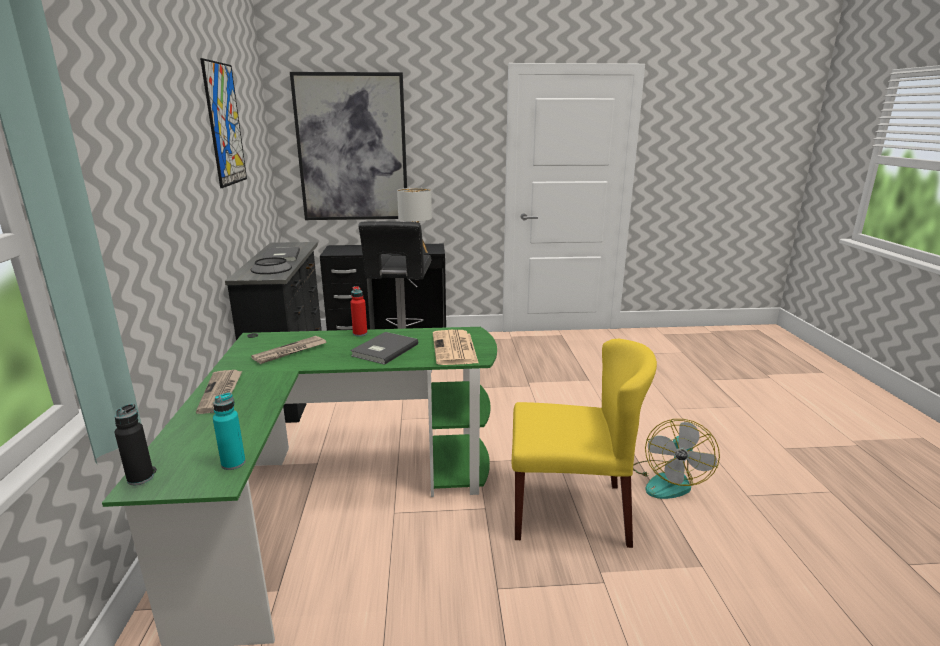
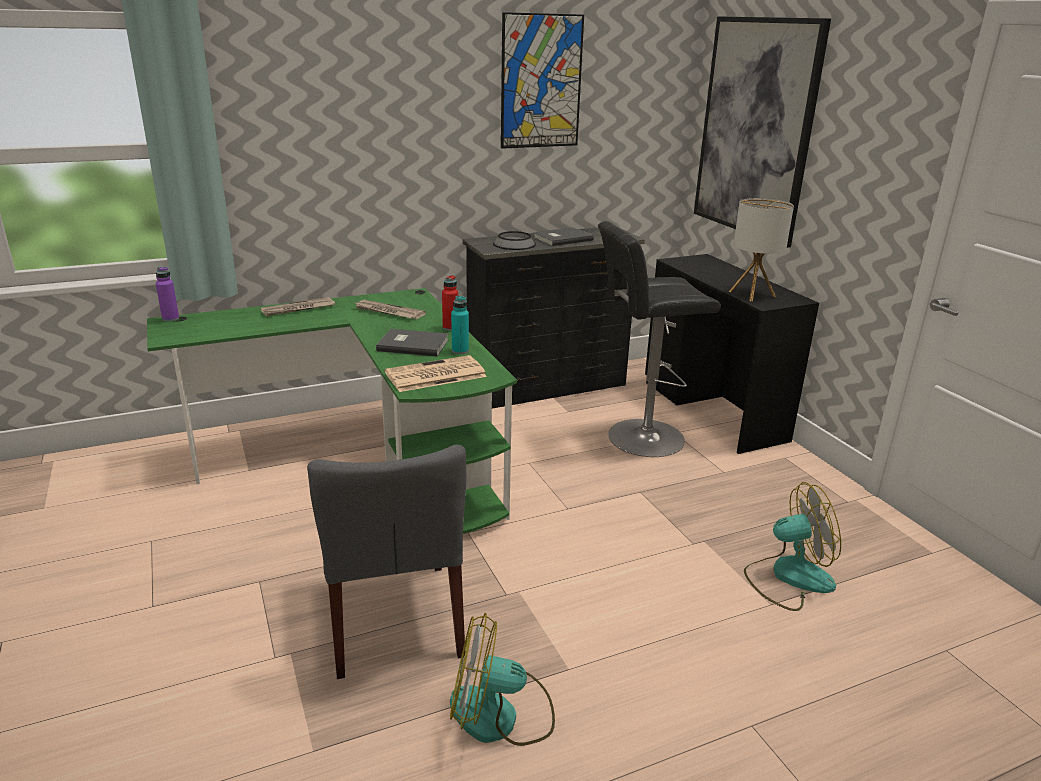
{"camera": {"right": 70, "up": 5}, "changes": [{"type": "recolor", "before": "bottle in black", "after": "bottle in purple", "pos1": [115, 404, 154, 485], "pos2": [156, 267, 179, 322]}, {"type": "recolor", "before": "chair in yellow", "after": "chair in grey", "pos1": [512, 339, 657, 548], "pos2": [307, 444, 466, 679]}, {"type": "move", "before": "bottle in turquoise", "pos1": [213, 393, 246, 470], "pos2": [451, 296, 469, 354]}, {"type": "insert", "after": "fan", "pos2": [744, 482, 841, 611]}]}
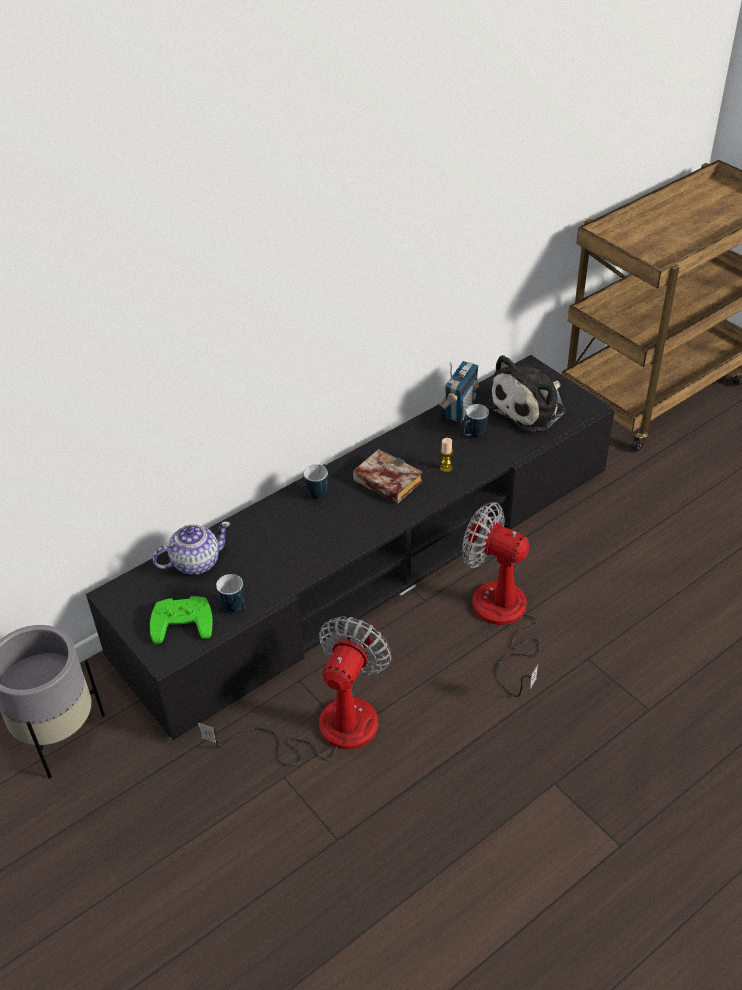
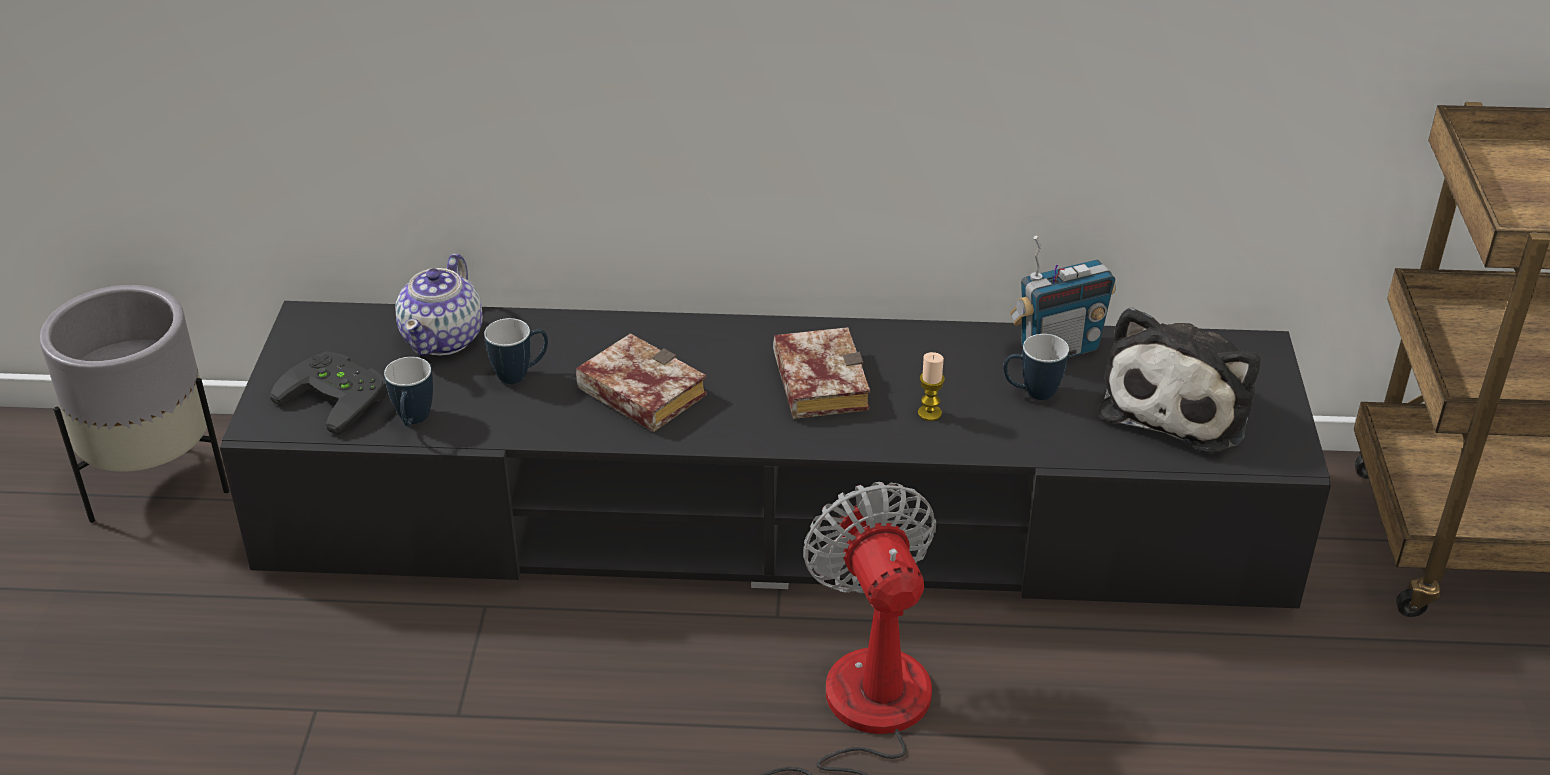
{"camera": {"right": 40, "up": -5}, "changes": [{"type": "recolor", "before": "game controller in green", "after": "game controller in black", "pos1": [150, 596, 212, 644], "pos2": [270, 351, 388, 435]}, {"type": "rotate", "before": "teapot", "pos1": [153, 521, 231, 575], "pos2": [395, 254, 483, 356], "turn": 90}, {"type": "move", "before": "mug", "pos1": [303, 464, 328, 499], "pos2": [484, 318, 548, 384]}, {"type": "insert", "after": "book", "pos2": [576, 333, 707, 432]}, {"type": "rotate", "before": "plush toy", "pos1": [486, 355, 565, 432], "pos2": [1099, 307, 1260, 453], "turn": -60}, {"type": "delete", "before": "fan", "pos1": [198, 616, 391, 766]}]}
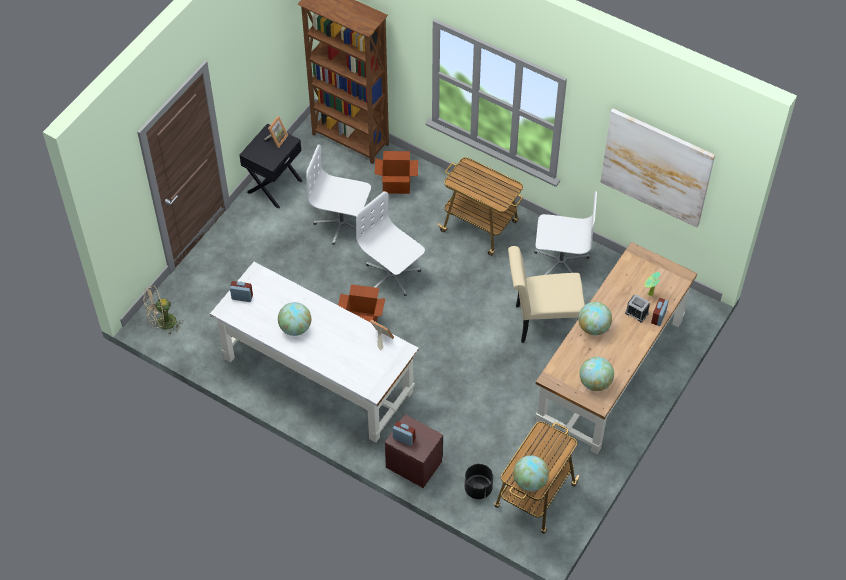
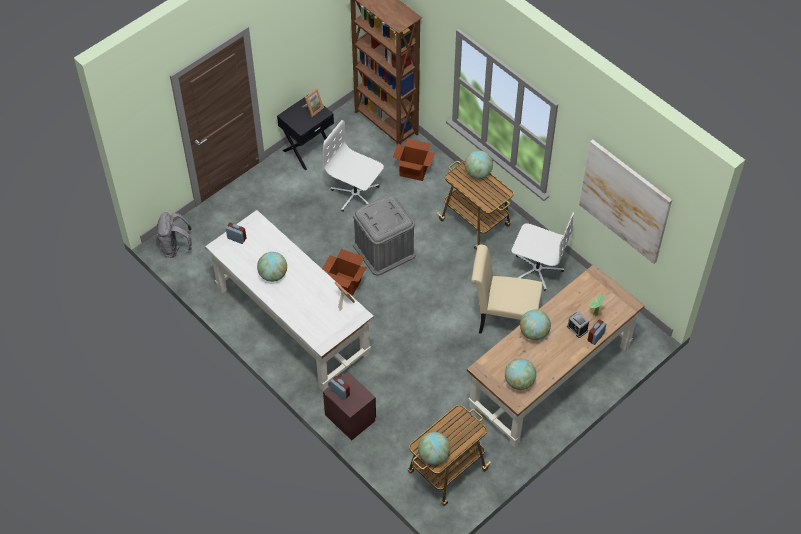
{"camera": {"right": 15, "up": 0}, "changes": [{"type": "replace", "before": "fan in beige", "after": "backpack in grey", "pos1": [143, 285, 182, 335], "pos2": [156, 212, 192, 258]}, {"type": "replace", "before": "office chair in white", "after": "storage box in grey", "pos1": [356, 191, 425, 296], "pos2": [353, 194, 416, 276]}, {"type": "insert", "after": "globe", "pos2": [465, 150, 493, 179]}, {"type": "delete", "before": "planter in black", "pos1": [465, 464, 493, 499]}]}
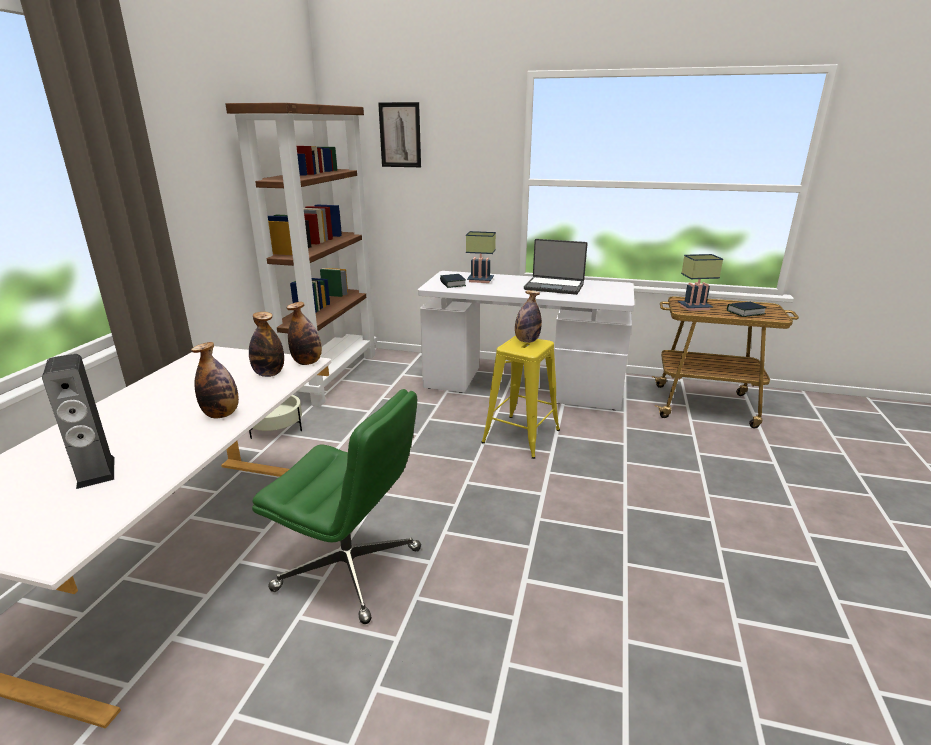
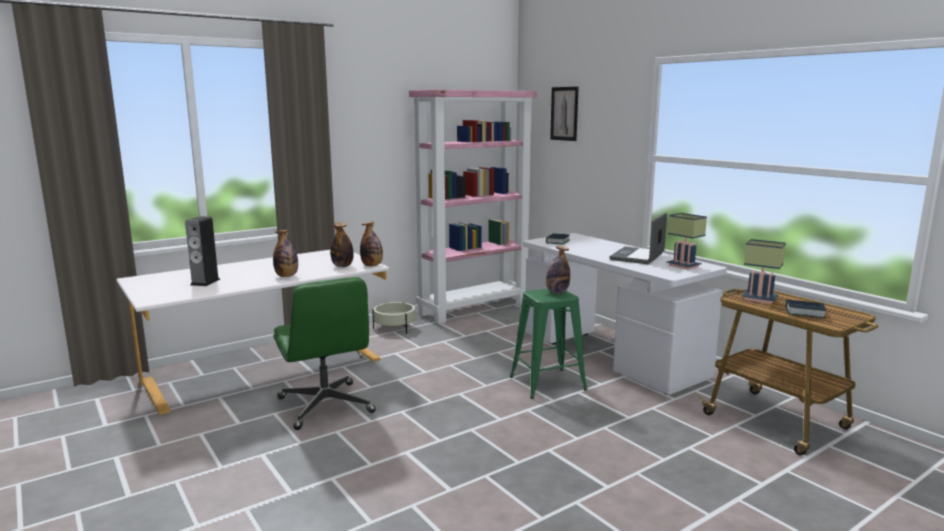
{"camera": {"right": 40, "up": -10}, "changes": [{"type": "recolor", "before": "bookcase in brown", "after": "bookcase in pink", "pos1": [226, 103, 377, 407], "pos2": [409, 90, 537, 324]}, {"type": "recolor", "before": "stool in yellow", "after": "stool in green", "pos1": [481, 336, 560, 459], "pos2": [510, 289, 588, 399]}, {"type": "rotate", "before": "laptop", "pos1": [524, 239, 588, 295], "pos2": [609, 213, 667, 264], "turn": 60}, {"type": "move", "before": "table lamp", "pos1": [466, 231, 496, 283], "pos2": [667, 213, 707, 270]}]}
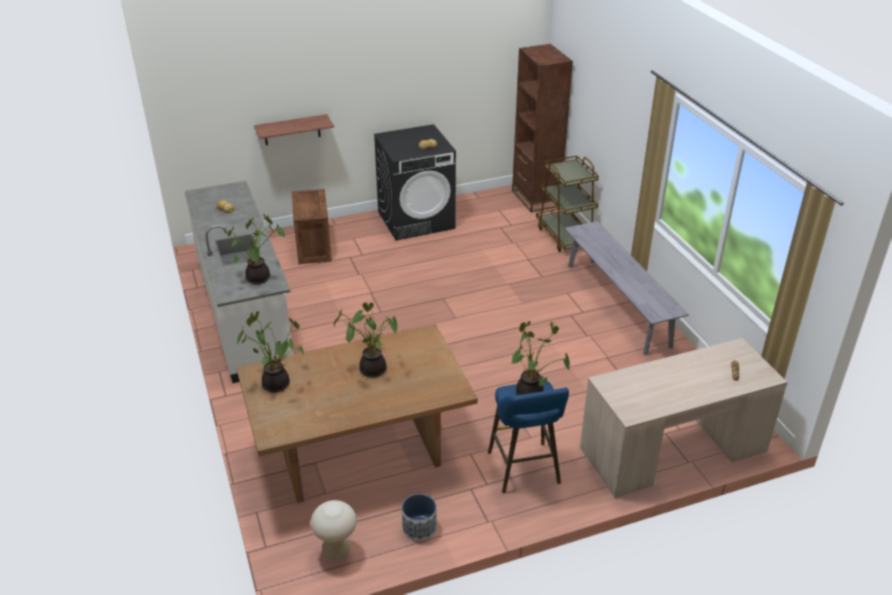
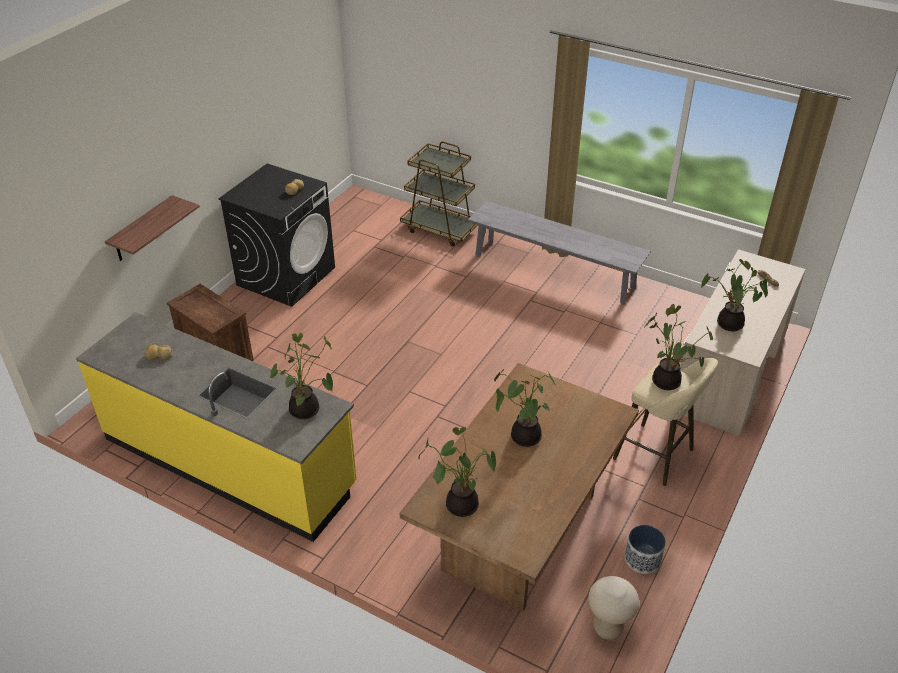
{"camera": {"right": -40, "up": 5}, "changes": [{"type": "recolor", "before": "counter in white", "after": "counter in yellow", "pos1": [185, 181, 293, 383], "pos2": [76, 312, 356, 542]}, {"type": "recolor", "before": "stool in blue", "after": "stool in beige", "pos1": [488, 381, 569, 493], "pos2": [613, 358, 718, 486]}, {"type": "insert", "after": "potted plant", "pos2": [700, 259, 768, 331]}, {"type": "delete", "before": "bookcase in brown", "pos1": [512, 44, 573, 213]}]}
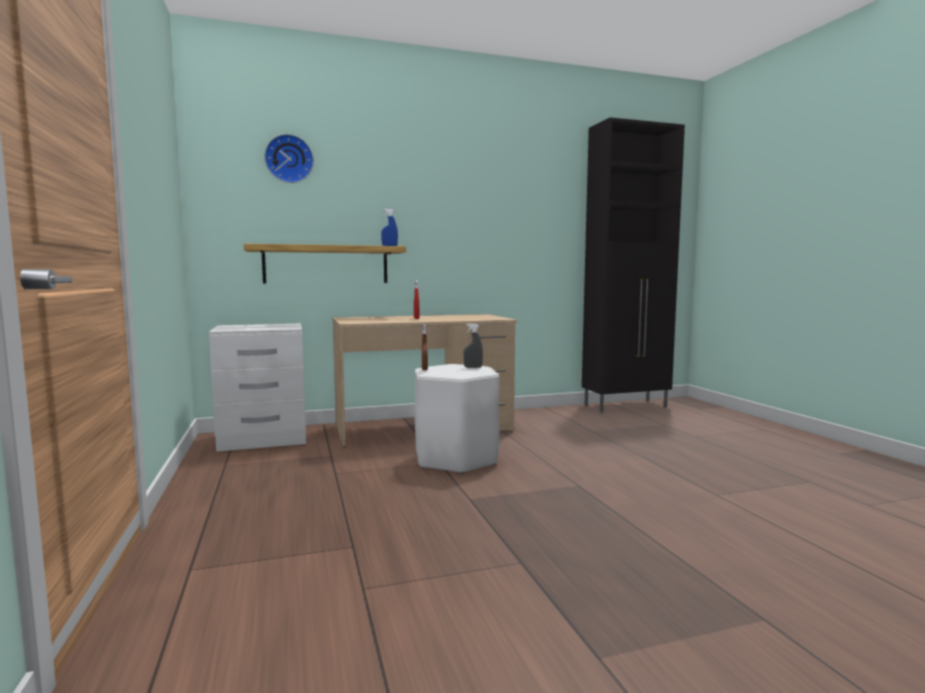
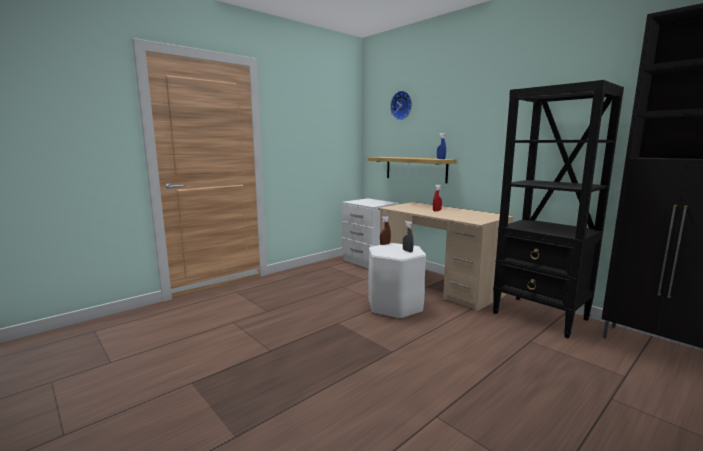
{"camera": {"right": 65, "up": 5}, "changes": [{"type": "insert", "after": "bookcase in black", "pos2": [493, 80, 624, 339]}]}
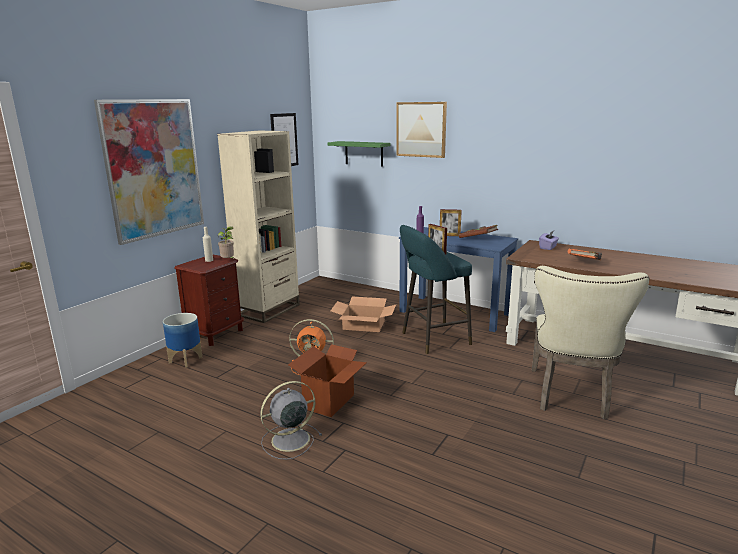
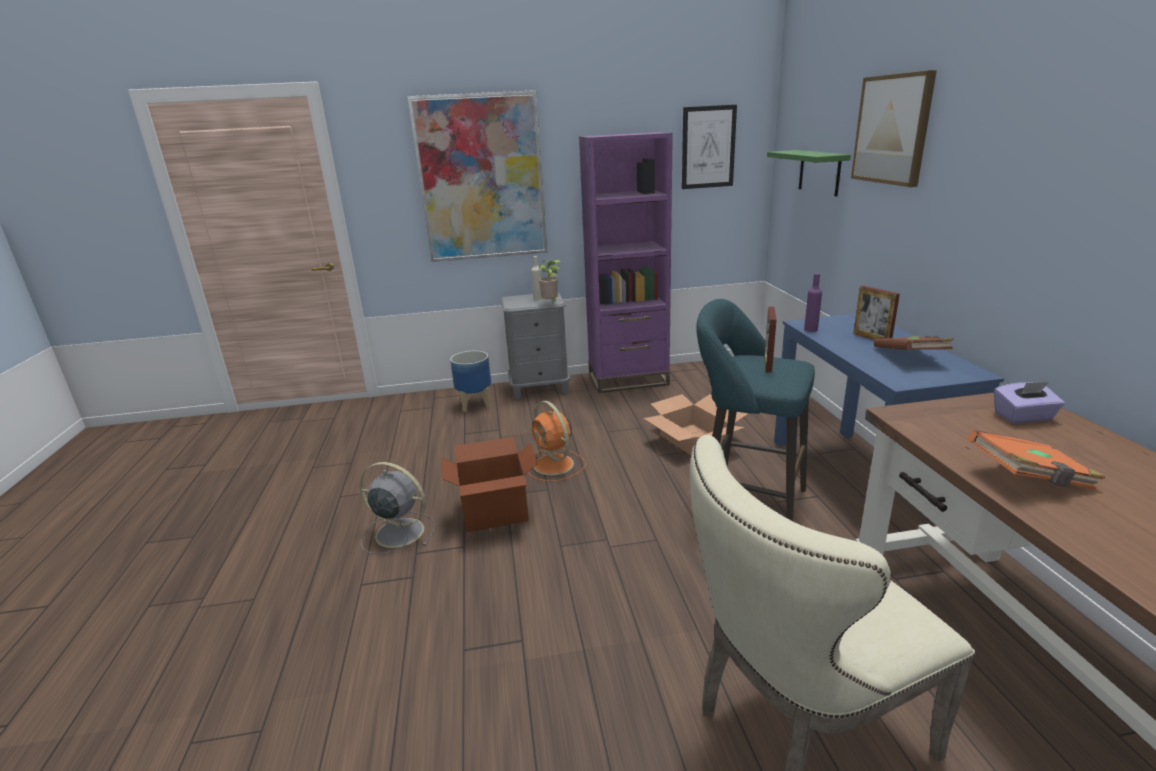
{"camera": {"right": 50, "up": 5}, "changes": [{"type": "recolor", "before": "nightstand in brown", "after": "nightstand in grey", "pos1": [174, 255, 244, 346], "pos2": [501, 293, 570, 399]}, {"type": "recolor", "before": "bookcase in beige", "after": "bookcase in purple", "pos1": [217, 131, 300, 323], "pos2": [579, 132, 673, 393]}]}
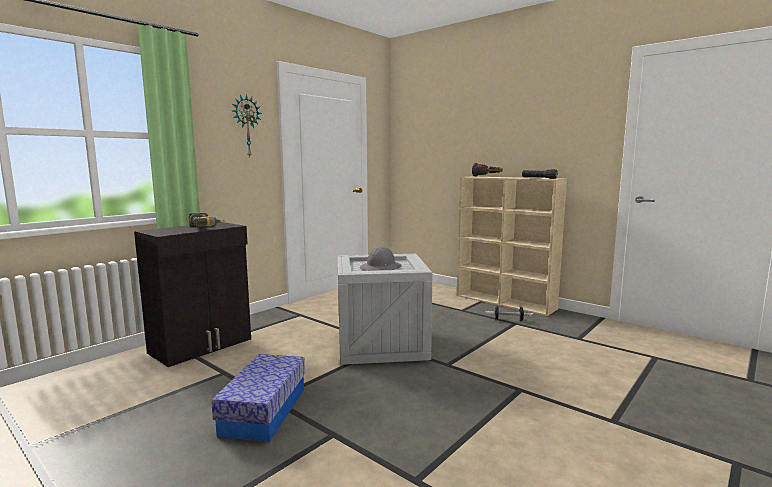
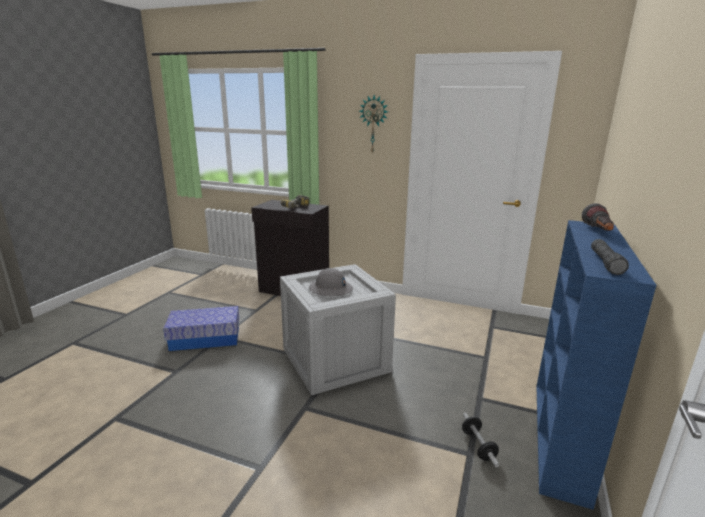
{"camera": {"right": 70, "up": 10}, "changes": [{"type": "recolor", "before": "bookcase in beige", "after": "bookcase in blue", "pos1": [457, 176, 567, 316], "pos2": [536, 220, 657, 510]}]}
